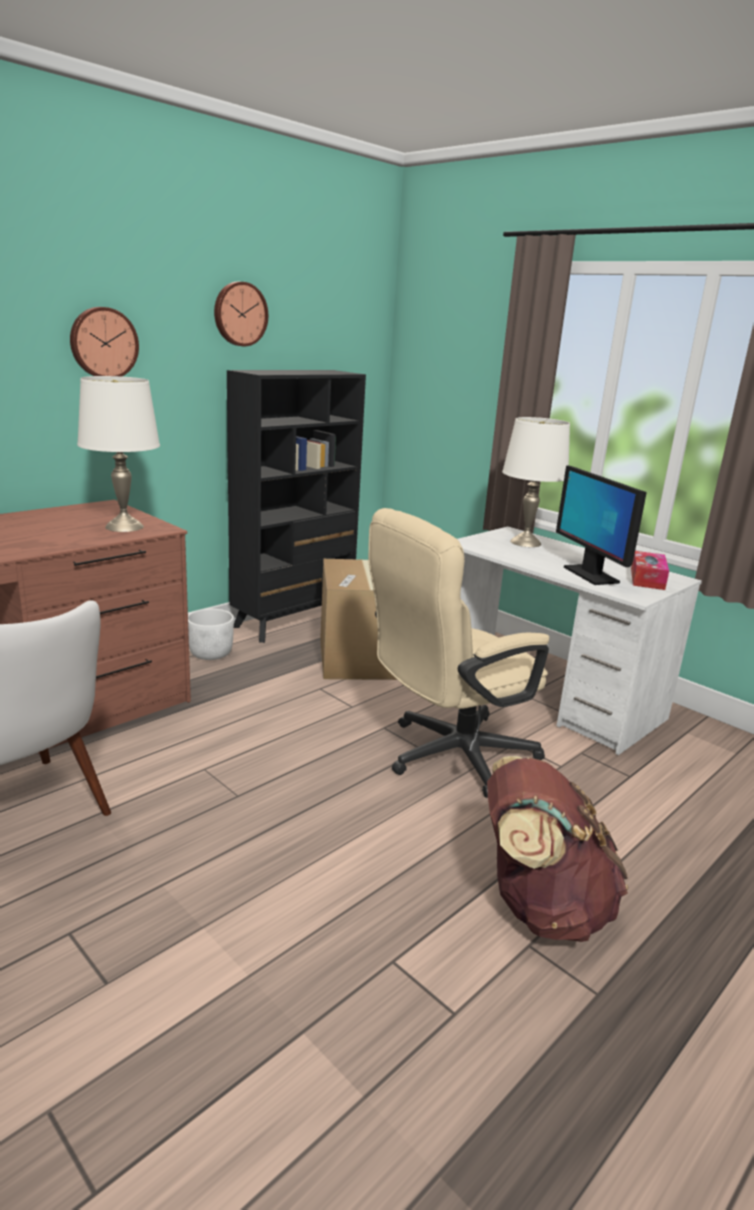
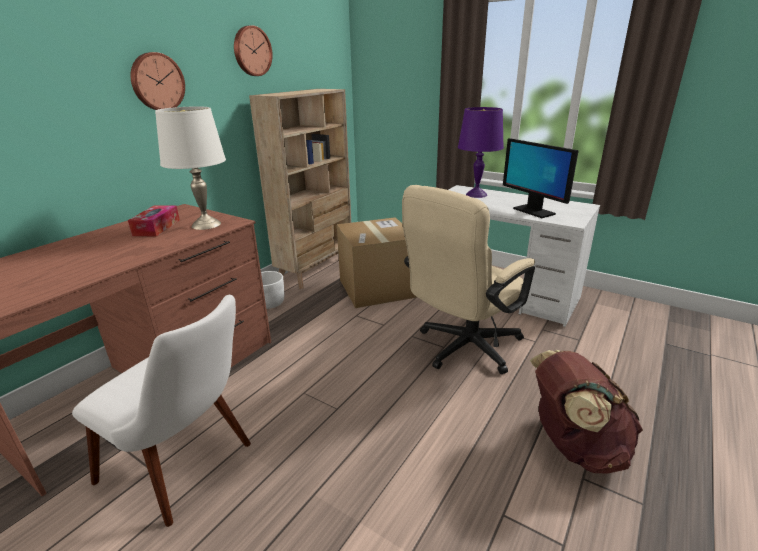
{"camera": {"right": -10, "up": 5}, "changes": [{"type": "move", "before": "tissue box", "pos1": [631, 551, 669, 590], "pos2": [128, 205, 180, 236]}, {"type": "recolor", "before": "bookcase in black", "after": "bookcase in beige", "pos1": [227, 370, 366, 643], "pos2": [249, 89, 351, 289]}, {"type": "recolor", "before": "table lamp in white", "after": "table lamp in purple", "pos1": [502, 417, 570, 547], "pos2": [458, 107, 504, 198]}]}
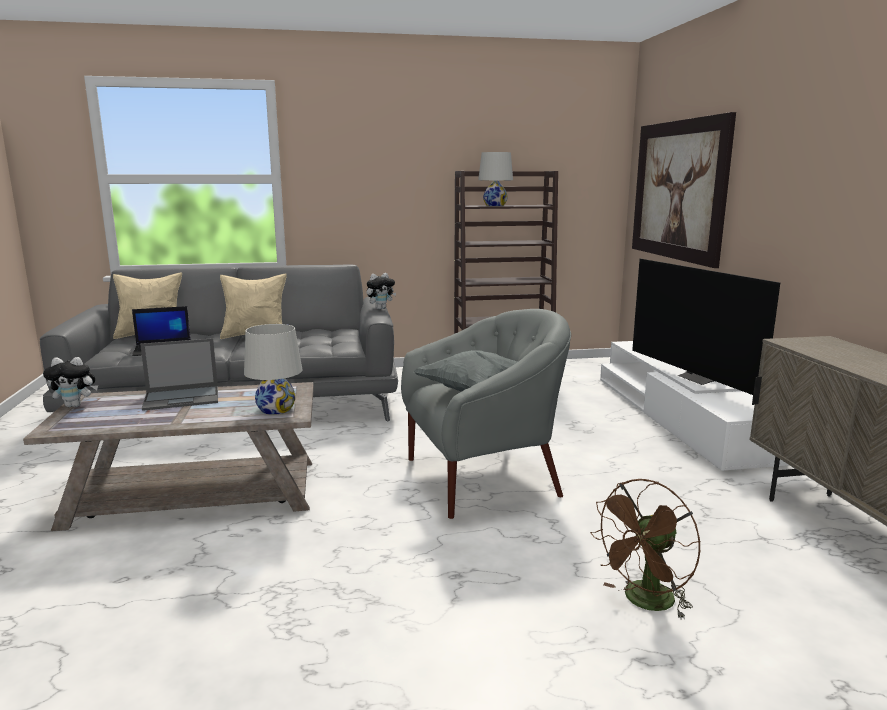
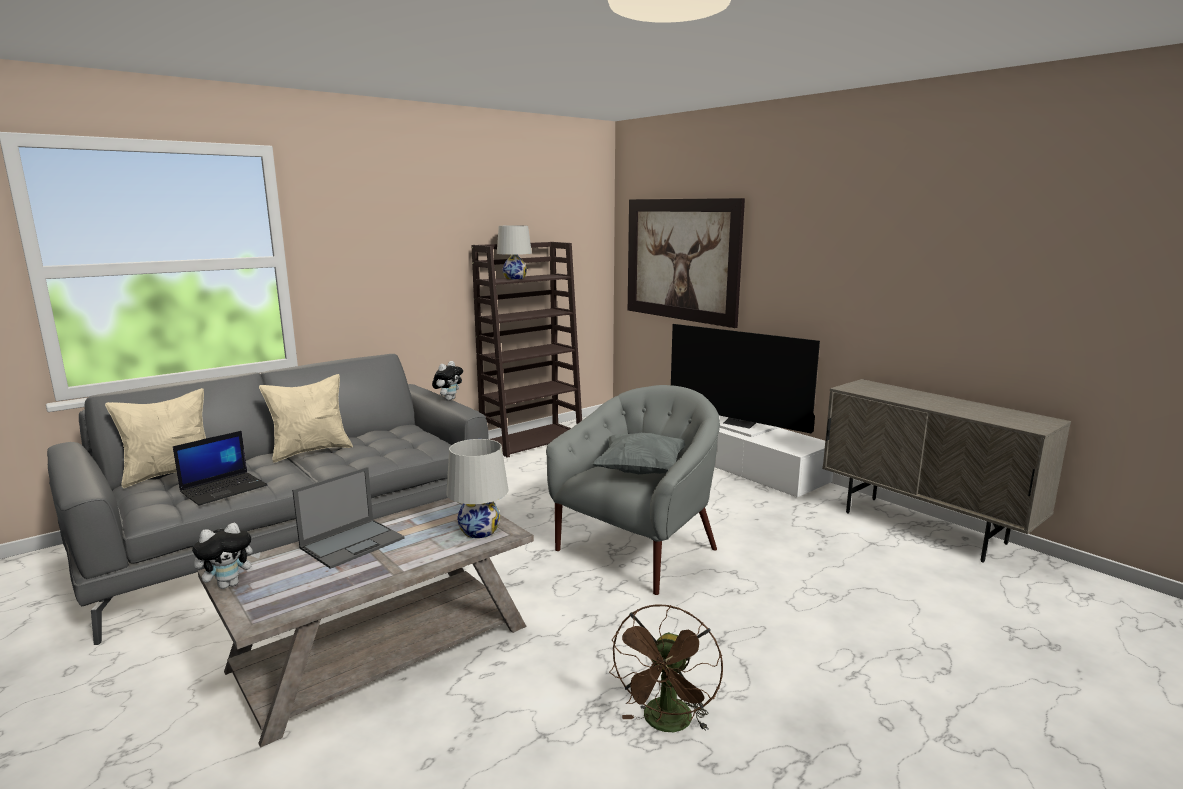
{"camera": {"right": -30, "up": 0}, "changes": [{"type": "move", "before": "fan in brown", "pos1": [590, 479, 701, 620], "pos2": [609, 604, 723, 732]}]}
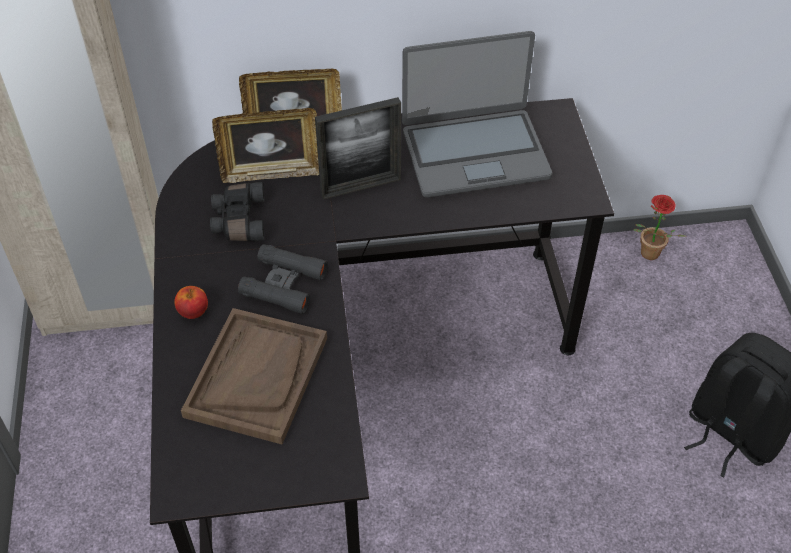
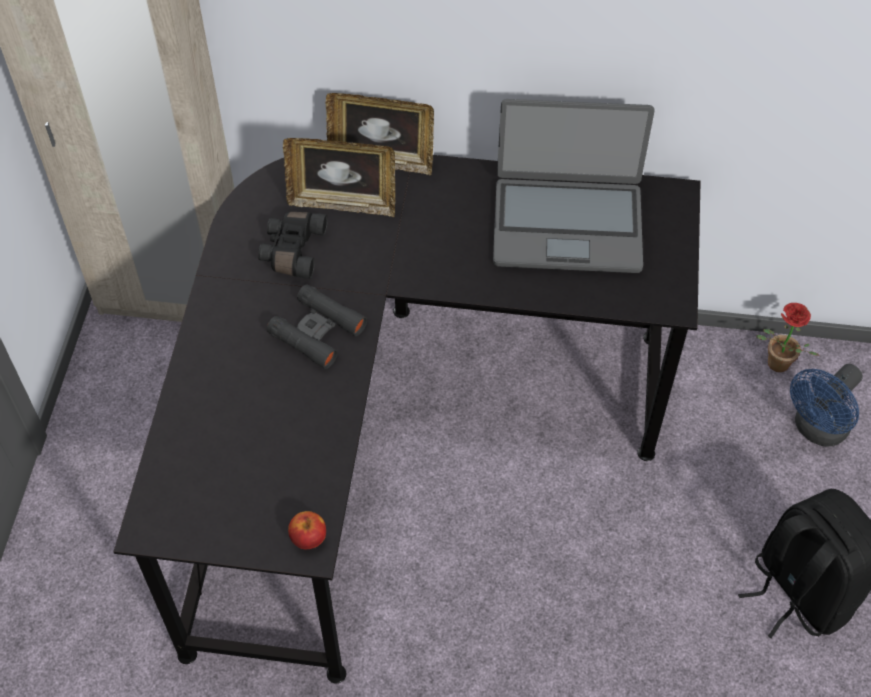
{"camera": {"right": 15, "up": 5}, "changes": [{"type": "move", "before": "apple", "pos1": [174, 286, 208, 319], "pos2": [288, 511, 326, 549]}, {"type": "insert", "after": "fan in blue", "pos2": [790, 364, 863, 447]}, {"type": "delete", "before": "tray in brown", "pos1": [181, 308, 327, 444]}, {"type": "delete", "before": "picture frame", "pos1": [315, 97, 401, 200]}]}
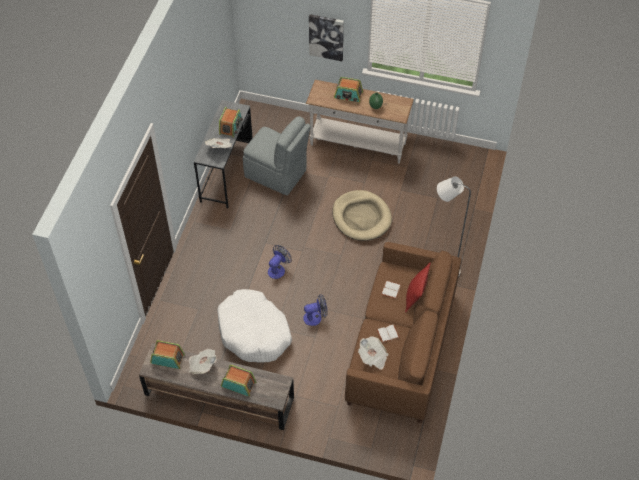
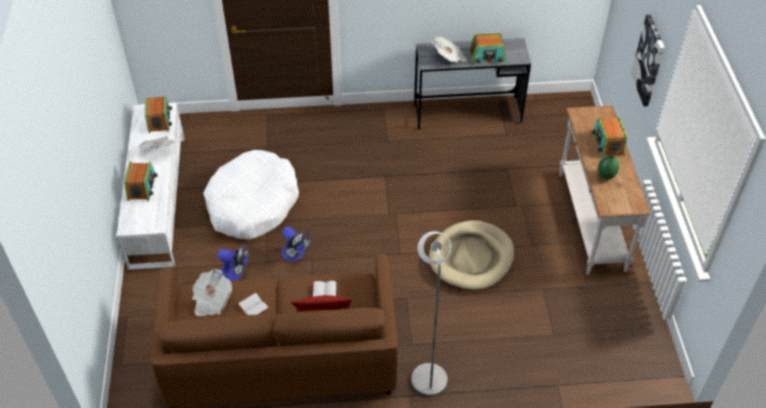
{"camera": {"right": 70, "up": -5}, "changes": [{"type": "recolor", "before": "tv stand in brown", "after": "tv stand in white", "pos1": [139, 343, 294, 430], "pos2": [117, 103, 184, 270]}, {"type": "move", "before": "fan", "pos1": [268, 245, 292, 279], "pos2": [217, 244, 250, 281]}, {"type": "delete", "before": "chair in grey", "pos1": [243, 116, 311, 195]}]}
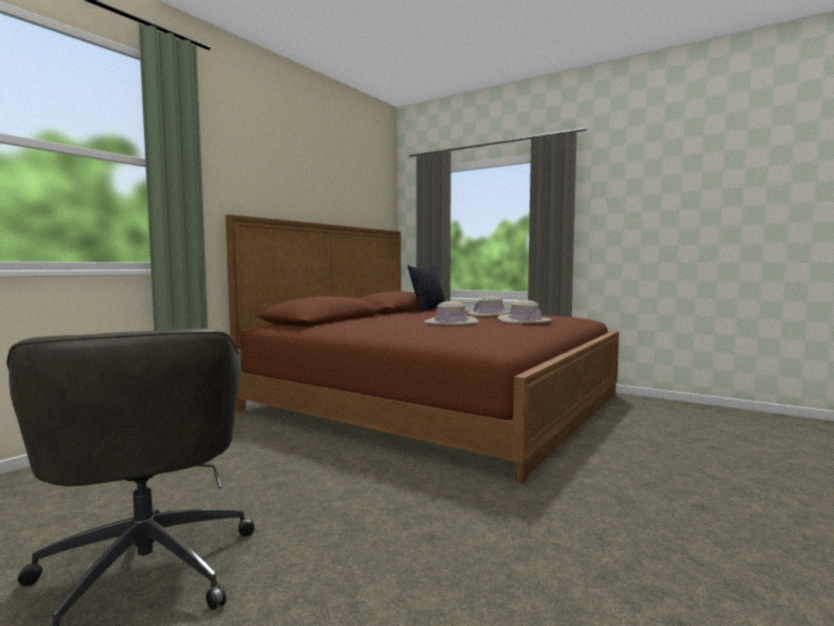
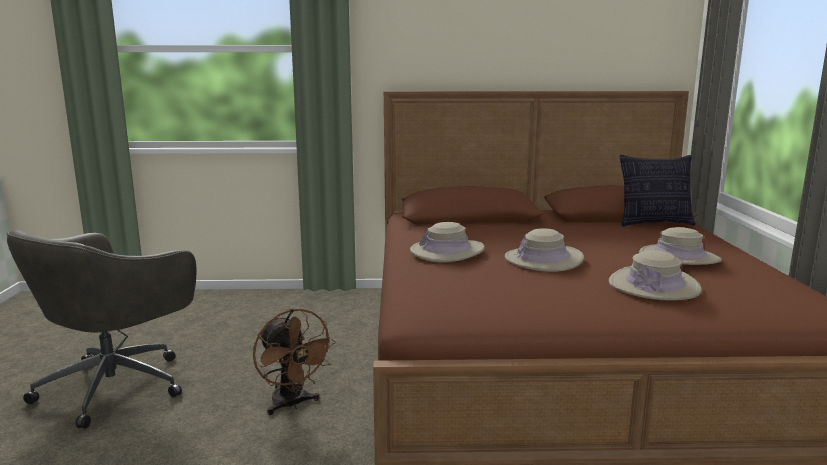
{"camera": {"right": 55, "up": 10}, "changes": [{"type": "insert", "after": "fan in brown", "pos2": [253, 309, 336, 415]}, {"type": "insert", "after": "hat in beige", "pos2": [410, 222, 485, 262]}]}
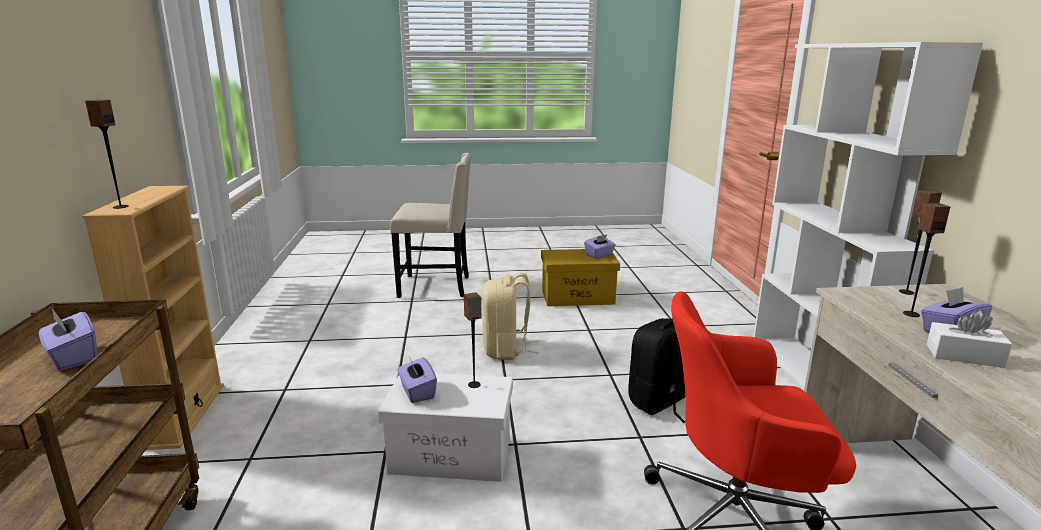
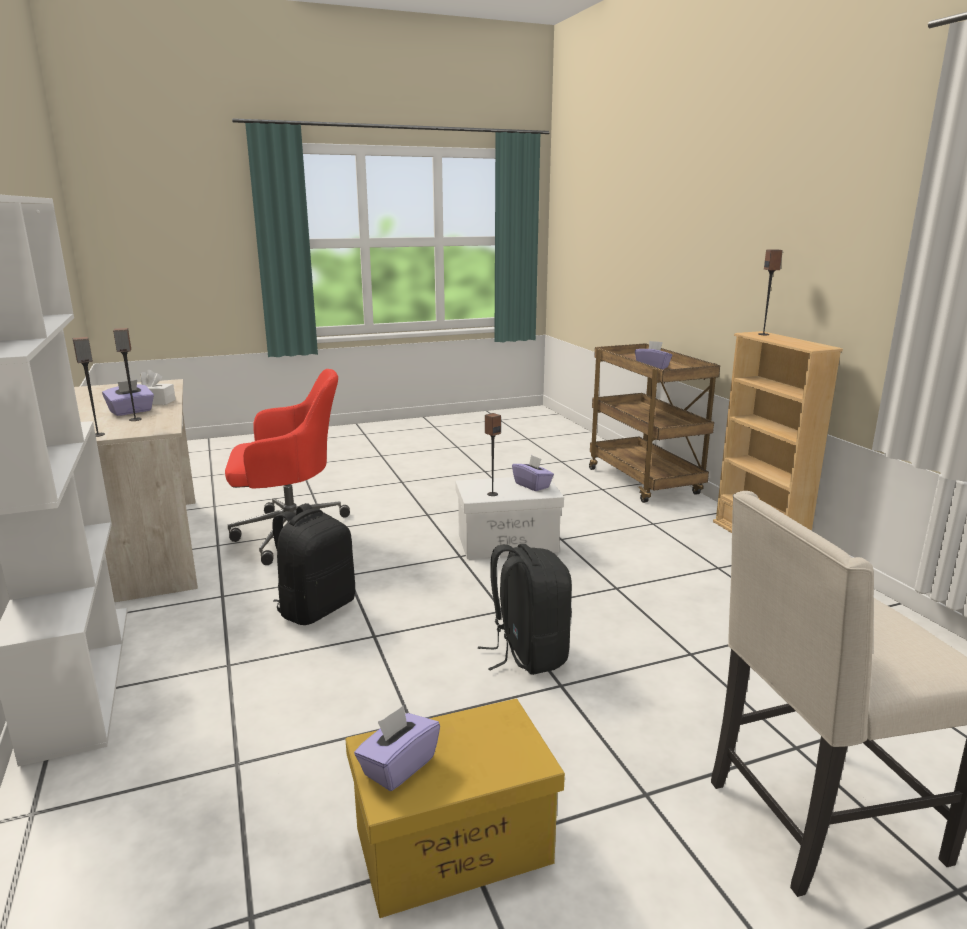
{"camera": {"right": 165, "up": 0}, "changes": [{"type": "recolor", "before": "backpack in beige", "after": "backpack in black", "pos1": [482, 272, 539, 360], "pos2": [478, 544, 572, 675]}]}
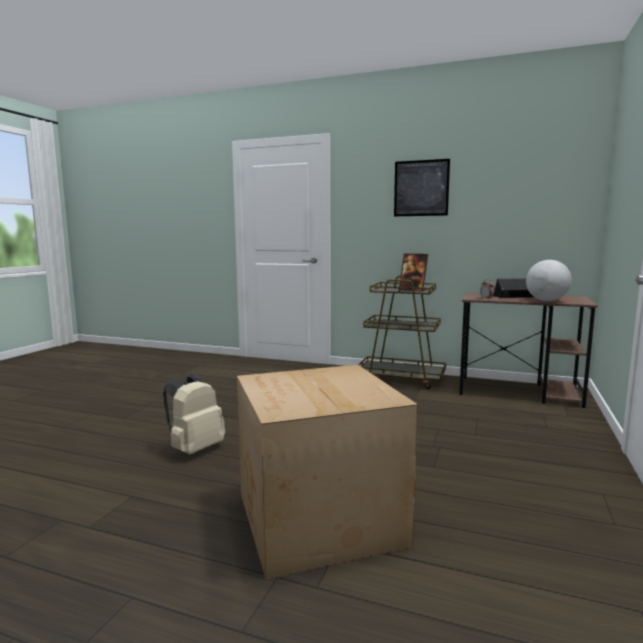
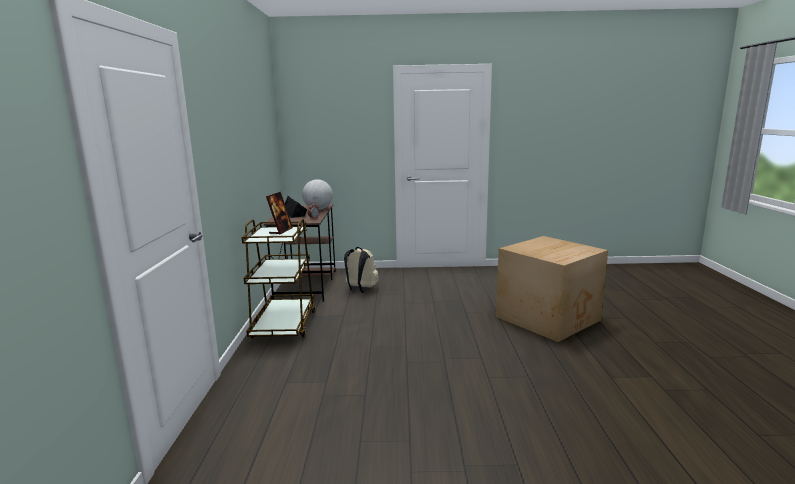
{"camera": {"right": -110, "up": 5}, "changes": [{"type": "move", "before": "backpack in beige", "pos1": [163, 375, 225, 455], "pos2": [344, 247, 379, 293]}, {"type": "delete", "before": "picture", "pos1": [394, 159, 450, 216]}]}
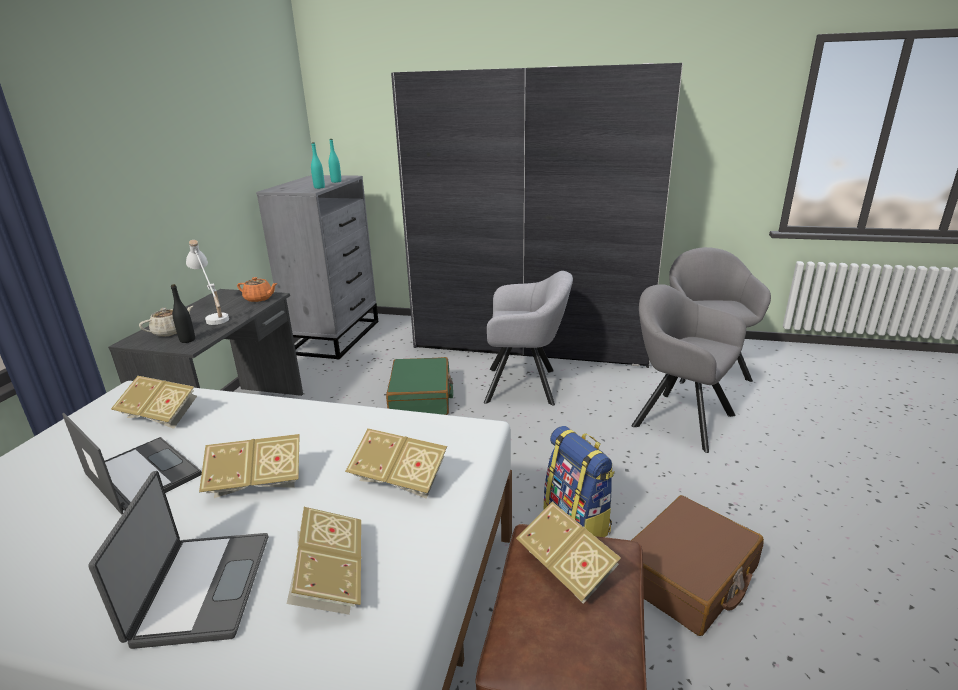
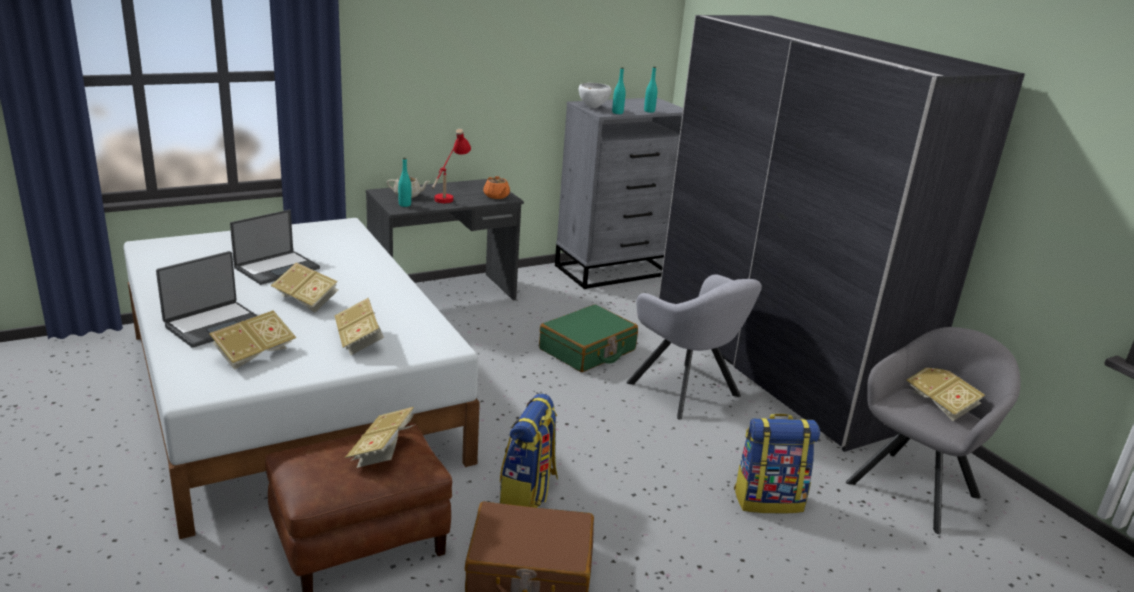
{"camera": {"right": 45, "up": 0}, "changes": [{"type": "rotate", "before": "laptop", "pos1": [62, 413, 202, 514], "pos2": [230, 210, 320, 285], "turn": 45}, {"type": "recolor", "before": "bottle in black", "after": "bottle in turquoise", "pos1": [171, 284, 195, 343], "pos2": [398, 158, 411, 207]}, {"type": "recolor", "before": "table lamp in white", "after": "table lamp in red", "pos1": [186, 240, 229, 325], "pos2": [432, 129, 471, 203]}, {"type": "insert", "after": "bowl in white", "pos2": [579, 83, 611, 108]}, {"type": "replace", "before": "armchair in grey", "after": "backpack", "pos1": [631, 284, 746, 453], "pos2": [734, 414, 820, 514]}, {"type": "move", "before": "book", "pos1": [111, 376, 197, 429], "pos2": [906, 368, 985, 421]}]}
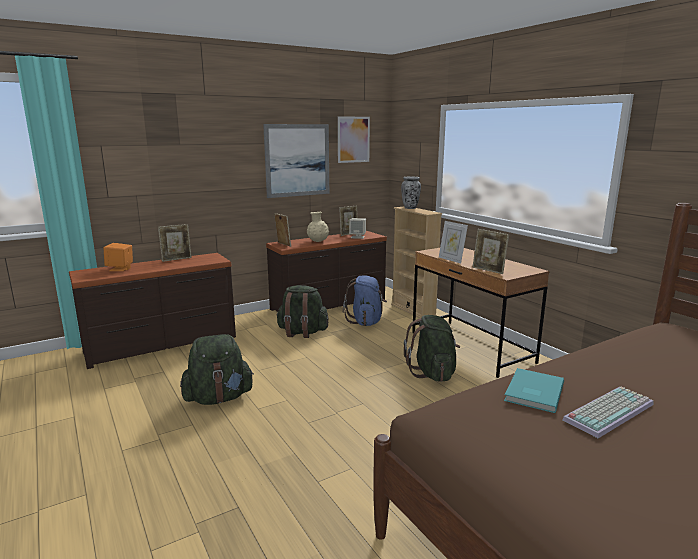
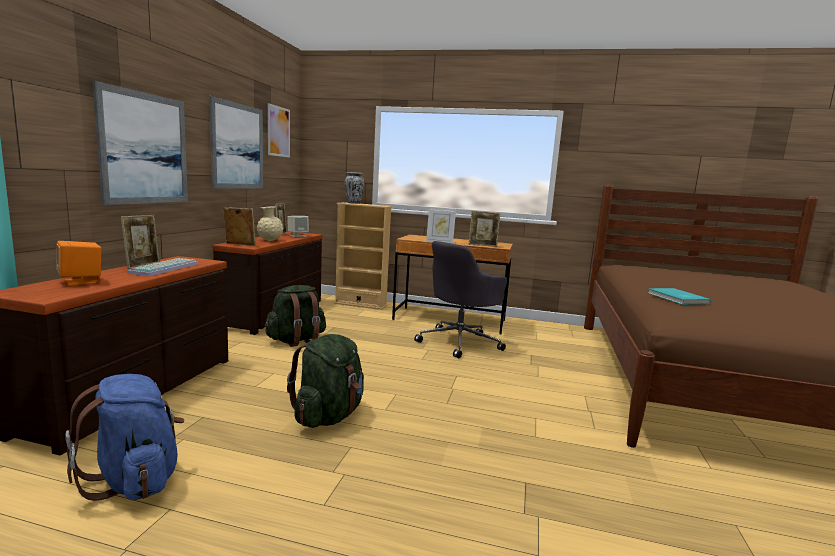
{"camera": {"right": -45, "up": -5}, "changes": [{"type": "move", "before": "backpack in blue", "pos1": [342, 275, 387, 326], "pos2": [65, 374, 184, 501]}, {"type": "insert", "after": "picture", "pos2": [92, 81, 188, 205]}, {"type": "move", "before": "keyboard", "pos1": [563, 387, 654, 438], "pos2": [127, 258, 198, 276]}, {"type": "replace", "before": "backpack in green", "after": "office chair in grey", "pos1": [404, 315, 460, 382], "pos2": [414, 241, 507, 358]}]}
